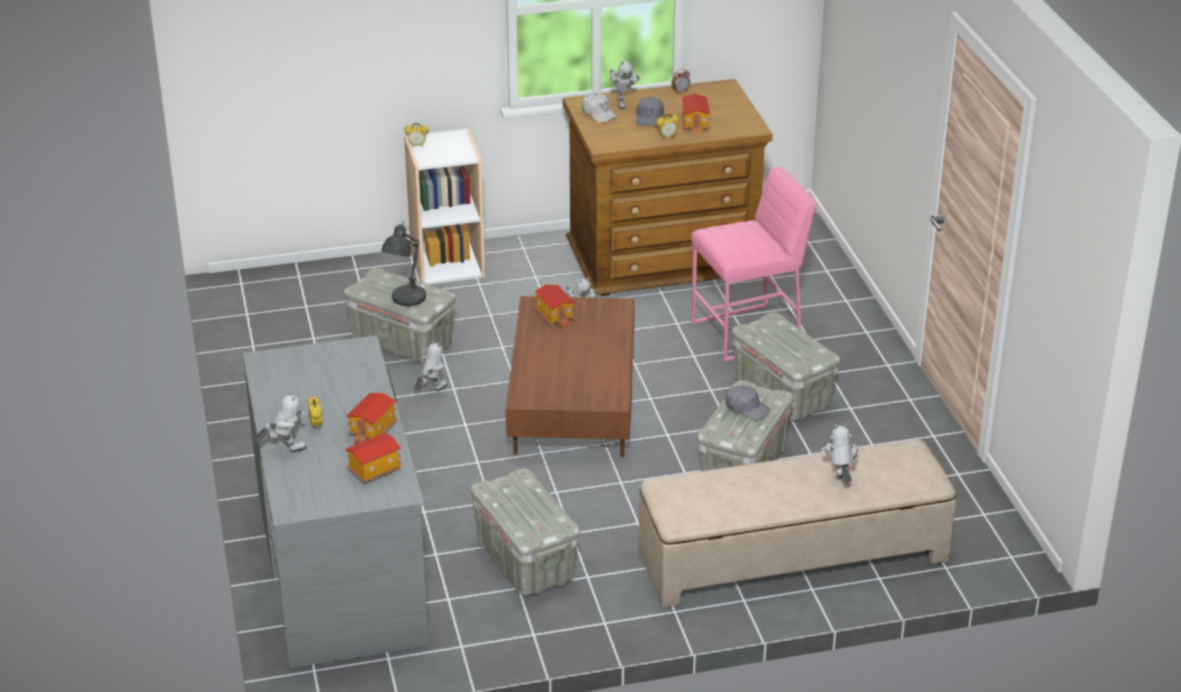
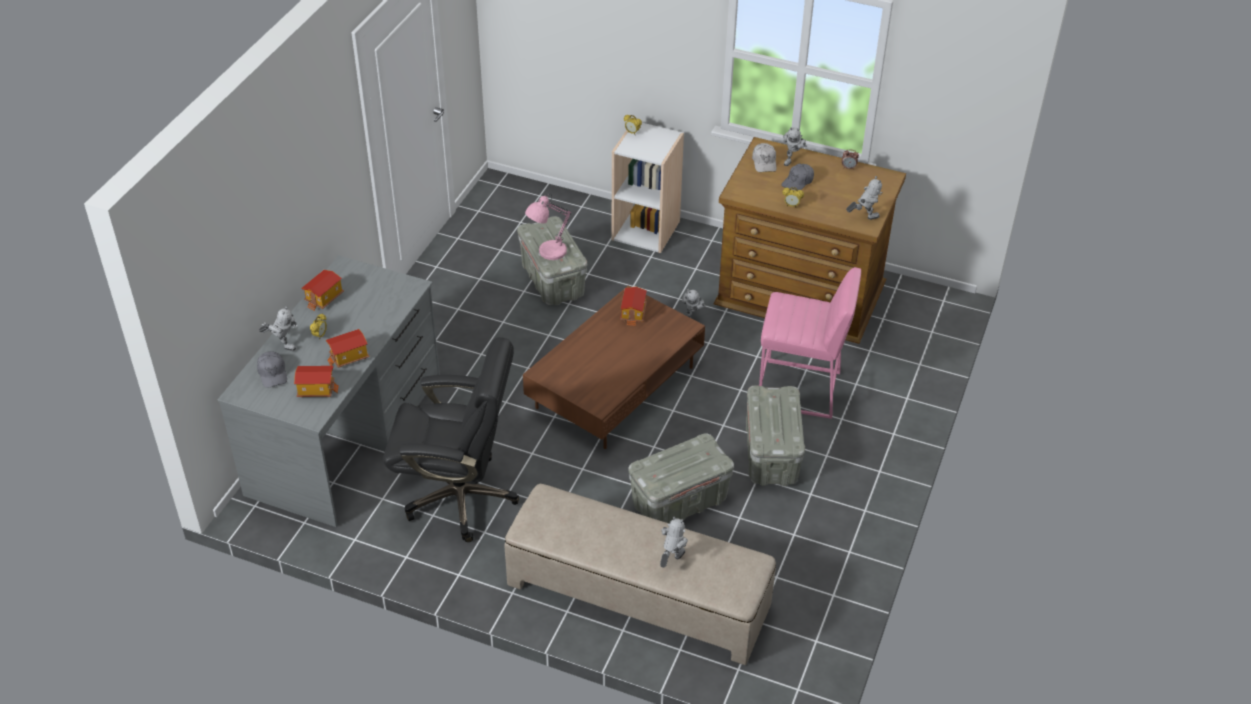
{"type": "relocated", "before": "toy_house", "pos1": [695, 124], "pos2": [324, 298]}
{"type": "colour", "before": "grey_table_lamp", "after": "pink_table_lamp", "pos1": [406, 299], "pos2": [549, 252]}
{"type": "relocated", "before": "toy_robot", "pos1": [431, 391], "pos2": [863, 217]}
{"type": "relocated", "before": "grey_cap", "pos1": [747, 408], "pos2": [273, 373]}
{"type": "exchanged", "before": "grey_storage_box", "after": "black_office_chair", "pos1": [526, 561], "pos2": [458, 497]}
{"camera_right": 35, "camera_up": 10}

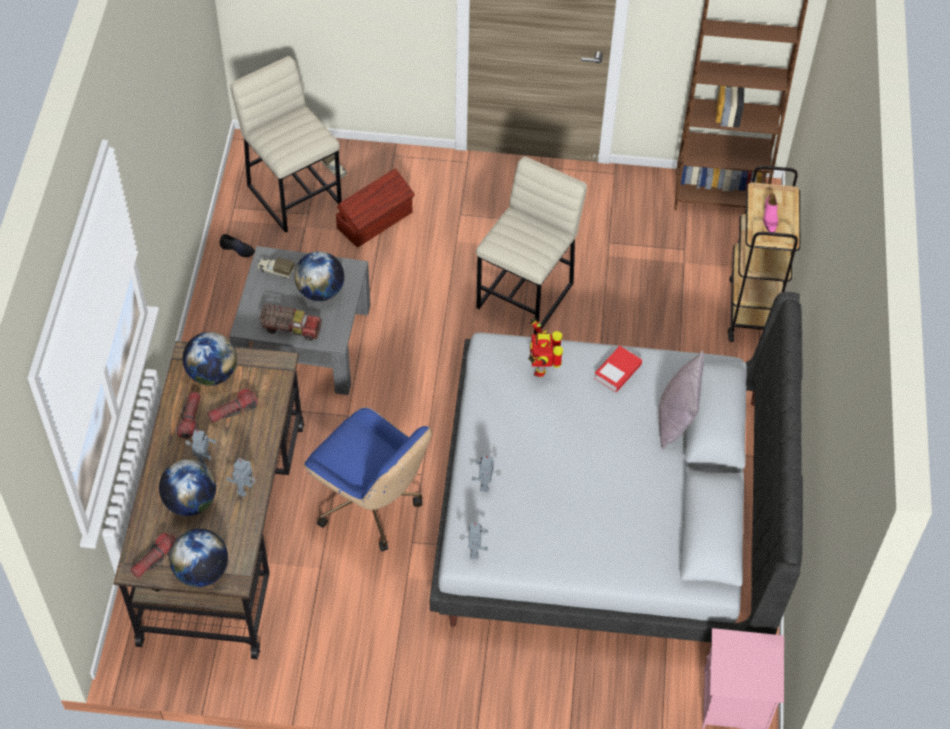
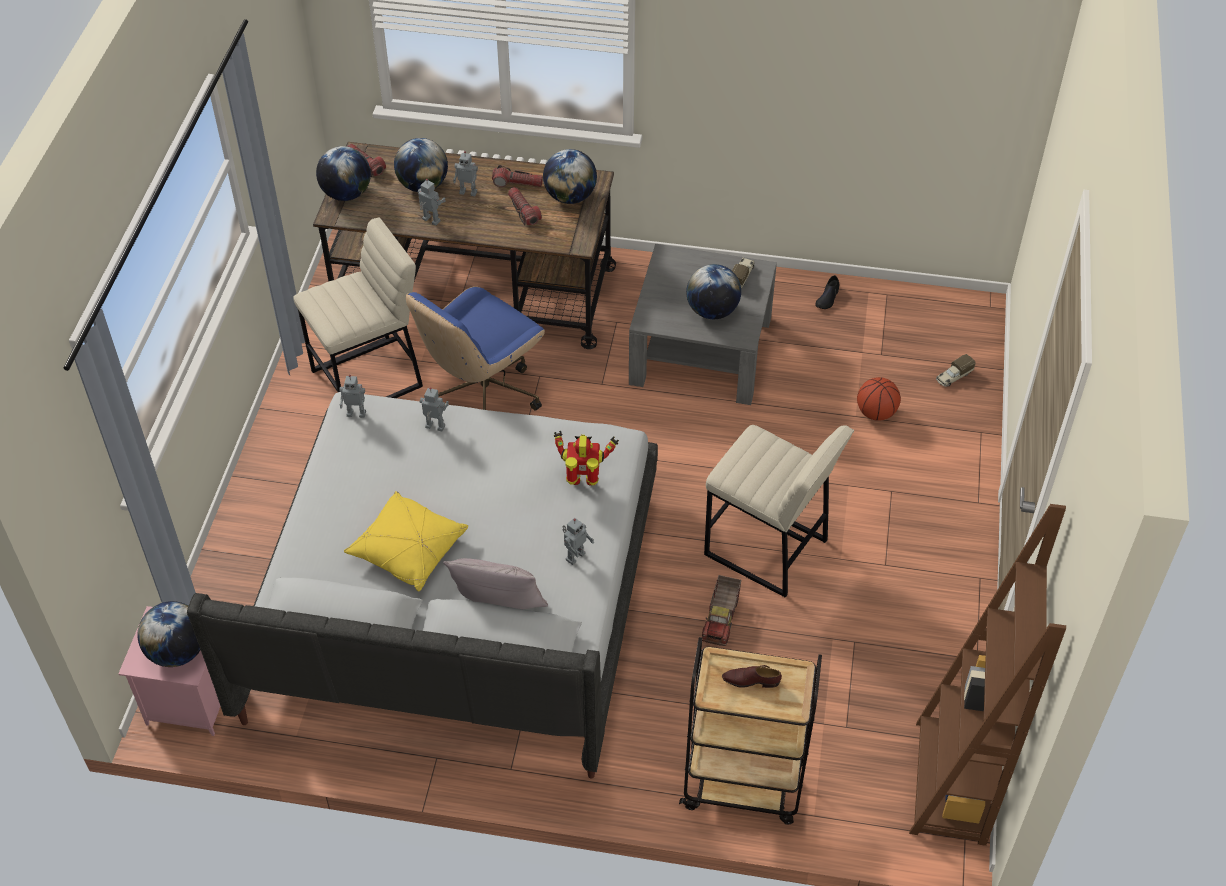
{"type": "relocated", "before": "beige_chair", "pos1": [293, 193], "pos2": [369, 377]}
{"type": "exchanged", "before": "brown_storage_box", "after": "basketball", "pos1": [376, 220], "pos2": [875, 413]}
{"type": "colour", "before": "pink_shoe", "after": "brown_shoe", "pos1": [769, 218], "pos2": [751, 680]}
{"type": "relocated", "before": "toy_truck", "pos1": [291, 328], "pos2": [721, 618]}
{"type": "exchanged", "before": "book", "after": "toy_robot", "pos1": [617, 371], "pos2": [574, 556]}
{"type": "appeared", "after": "yellow_pillow", "pos2": [408, 550]}
{"type": "appeared", "after": "globe", "pos2": [178, 652]}
{"camera_right": 95, "camera_up": -5}

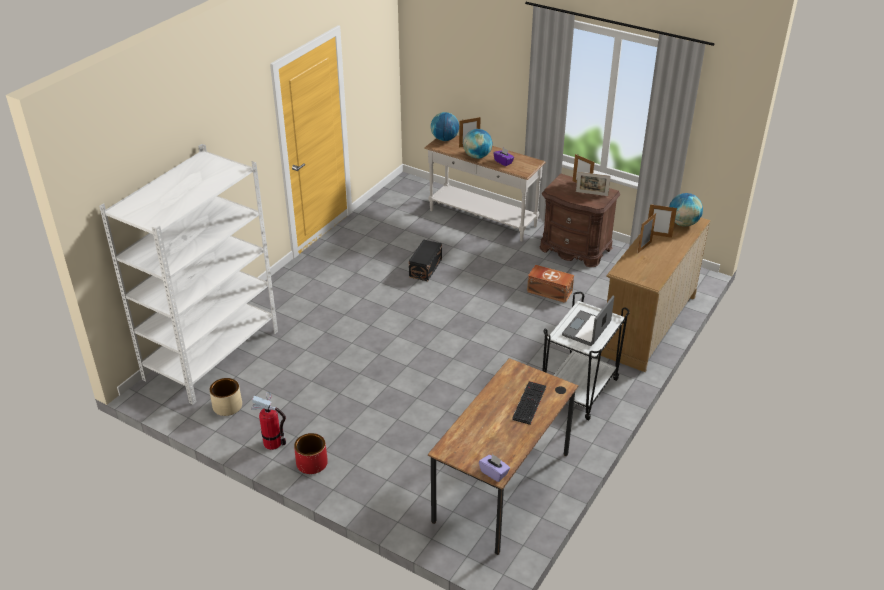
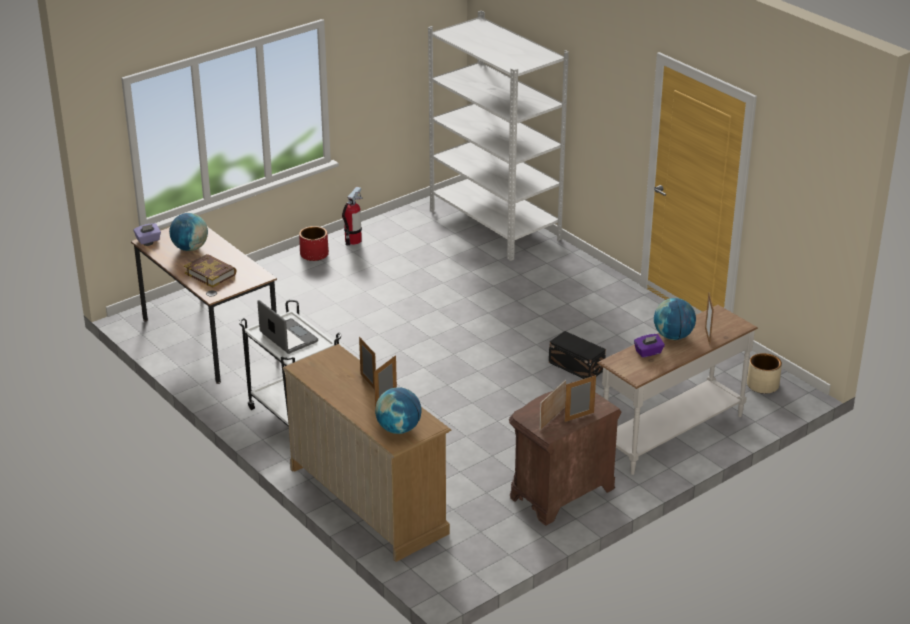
{"type": "relocated", "before": "globe", "pos1": [444, 139], "pos2": [190, 248]}
{"type": "missing", "before": "brown_storage_box", "pos1": [549, 291]}
{"type": "relocated", "before": "beige_planter", "pos1": [227, 406], "pos2": [762, 385]}
{"type": "exchanged", "before": "keyboard", "after": "book", "pos1": [528, 402], "pos2": [210, 273]}
{"camera_right": 110, "camera_up": -5}

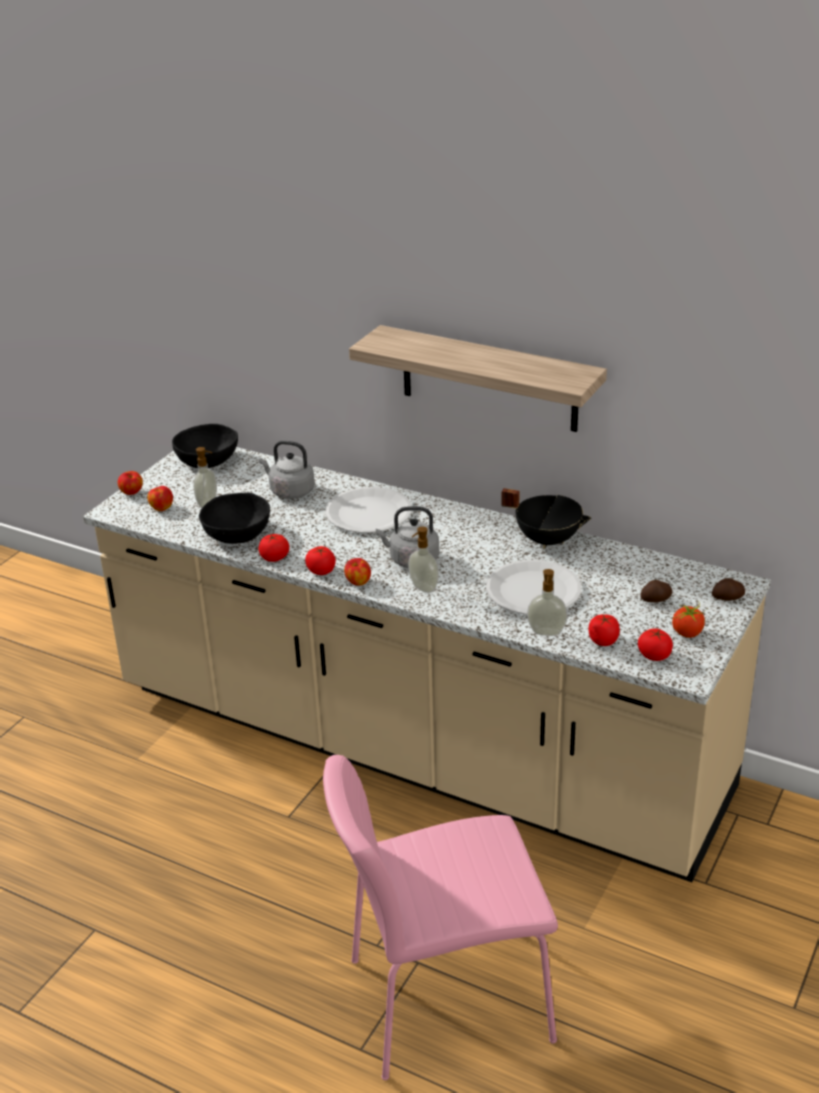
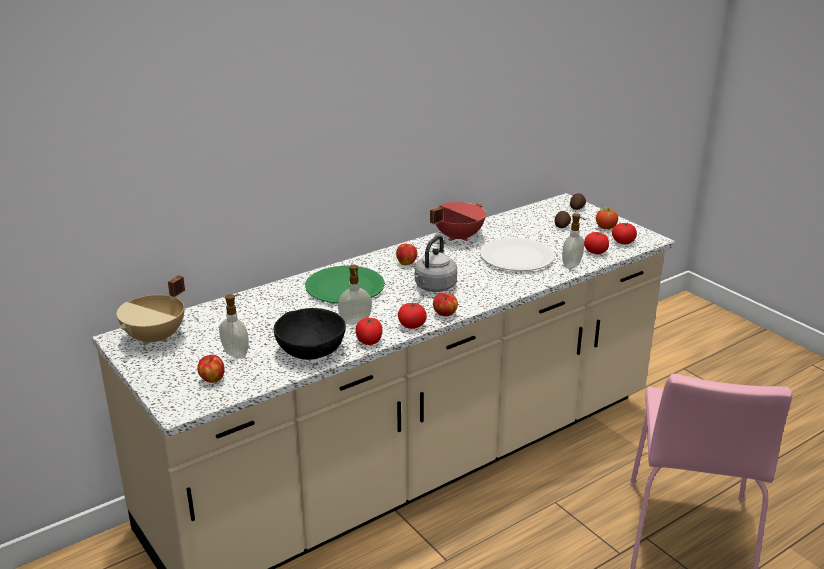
{"type": "missing", "before": "shelf", "pos1": [489, 379]}
{"type": "exchanged", "before": "black_bowl", "after": "beige_cooking_pot", "pos1": [208, 461], "pos2": [156, 338]}
{"type": "missing", "before": "grey_kettle", "pos1": [290, 491]}
{"type": "relocated", "before": "apple", "pos1": [132, 493], "pos2": [406, 263]}
{"type": "colour", "before": "white_plate", "after": "green_plate", "pos1": [369, 513], "pos2": [345, 287]}
{"type": "colour", "before": "black_cooking_pot", "after": "red_cooking_pot", "pos1": [548, 539], "pos2": [457, 237]}
{"type": "relocated", "before": "soap_dispenser", "pos1": [423, 588], "pos2": [355, 322]}
{"camera_right": -65, "camera_up": -5}

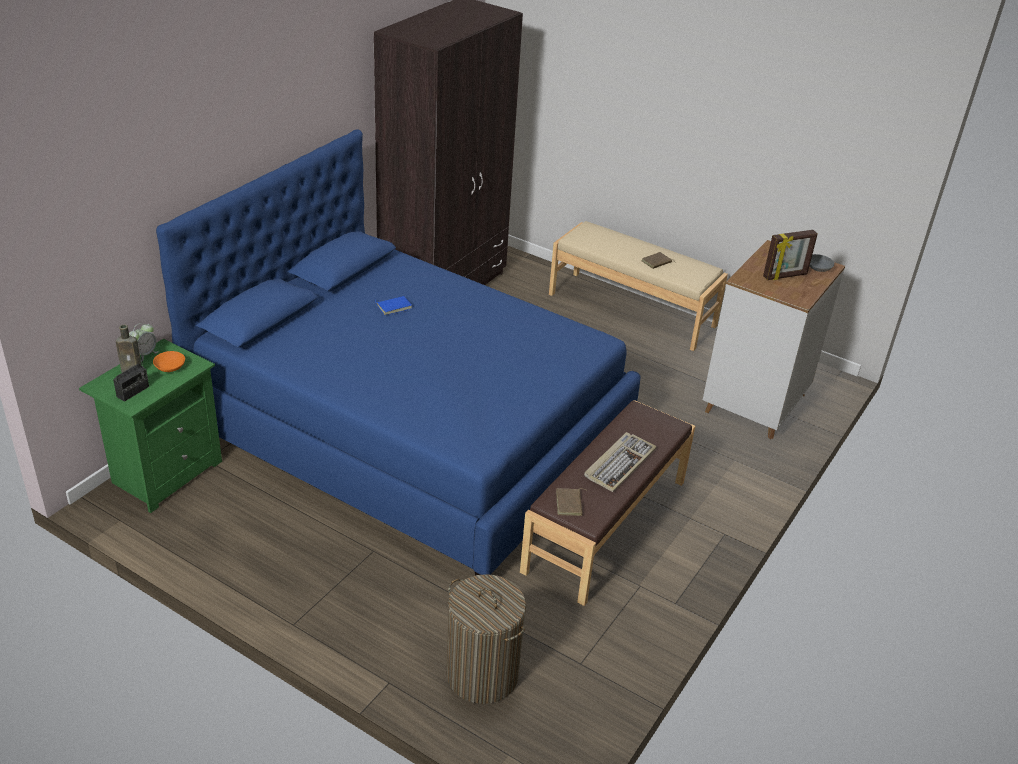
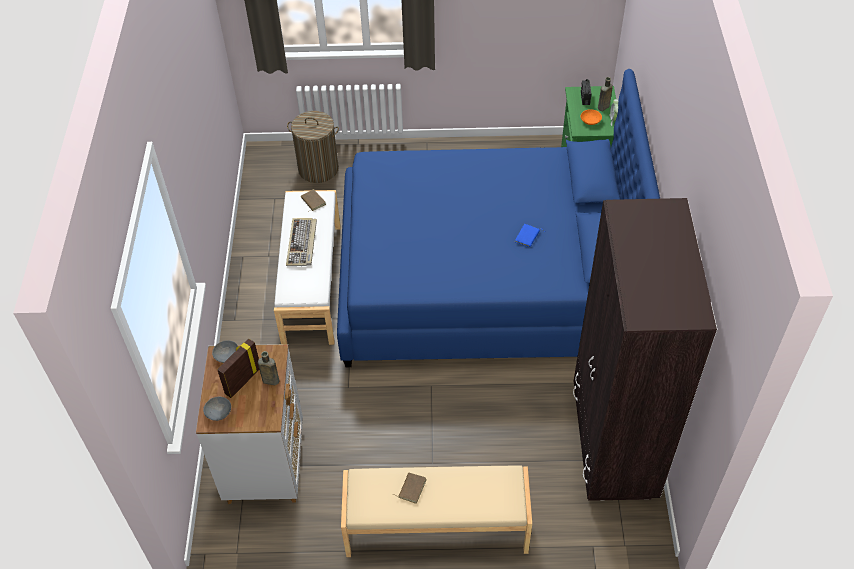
{"type": "colour", "before": "brown_bench", "after": "white_bench", "pos1": [604, 525], "pos2": [313, 283]}
{"type": "appeared", "after": "grey_bowl", "pos2": [227, 354]}
{"type": "appeared", "after": "brown_bottle", "pos2": [269, 380]}
{"camera_right": 150, "camera_up": 15}

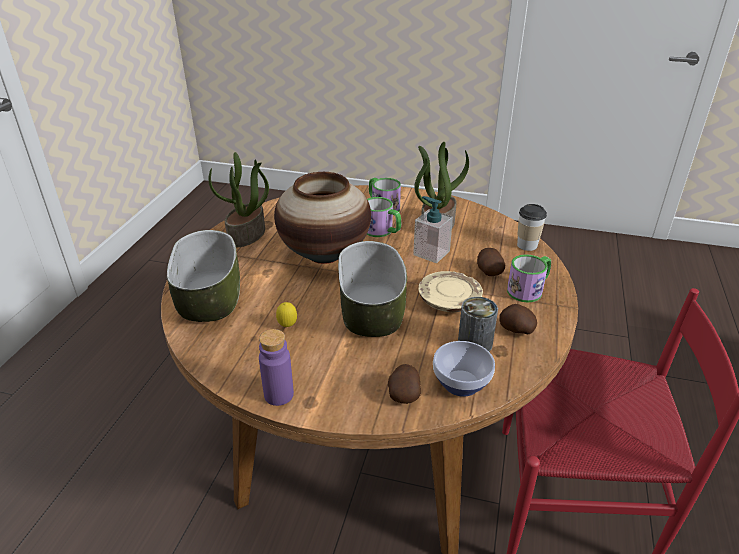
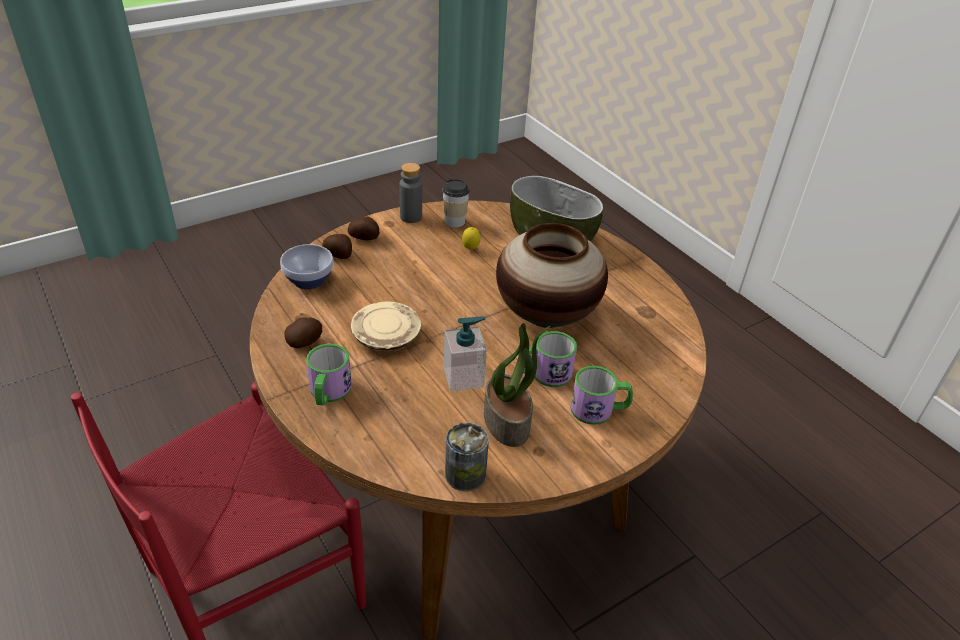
{"type": "missing", "before": "potted_plant", "pos1": [247, 235]}
{"type": "relocated", "before": "cup", "pos1": [527, 245], "pos2": [455, 222]}
{"type": "missing", "before": "bowl", "pos1": [370, 312]}
{"type": "relocated", "before": "potato", "pos1": [488, 271], "pos2": [364, 238]}
{"type": "relocated", "before": "can", "pos1": [475, 343], "pos2": [465, 474]}
{"type": "colour", "before": "purple_bottle", "after": "grey_bottle", "pos1": [278, 395], "pos2": [411, 217]}
{"camera_right": 130, "camera_up": 5}

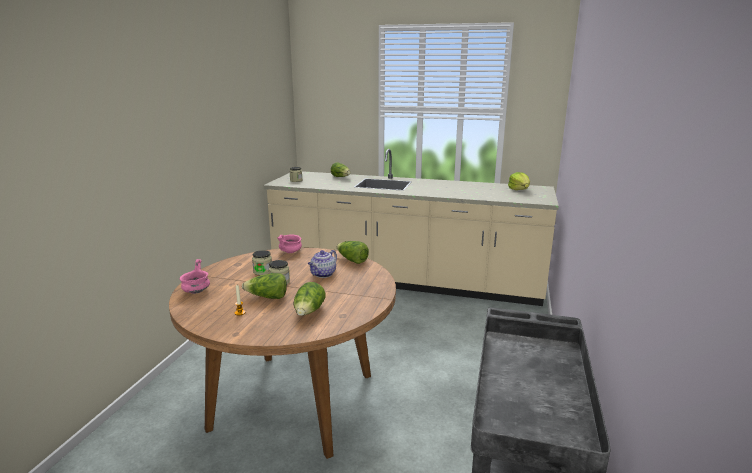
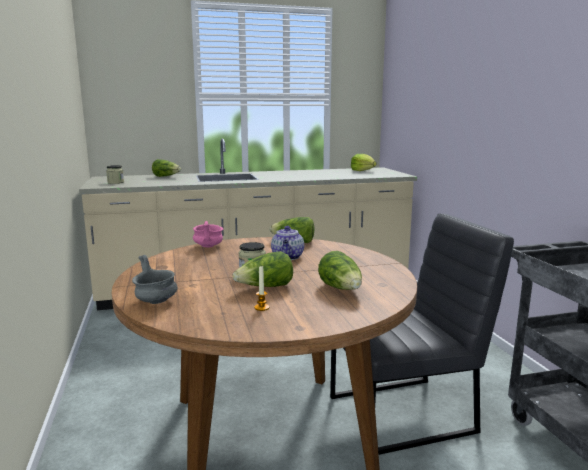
{"type": "missing", "before": "jar", "pos1": [263, 271]}
{"type": "colour", "before": "pink_bowl", "after": "grey_bowl", "pos1": [196, 291], "pos2": [155, 301]}
{"type": "appeared", "after": "grey_chair", "pos2": [405, 413]}
{"camera_right": -30, "camera_up": -5}

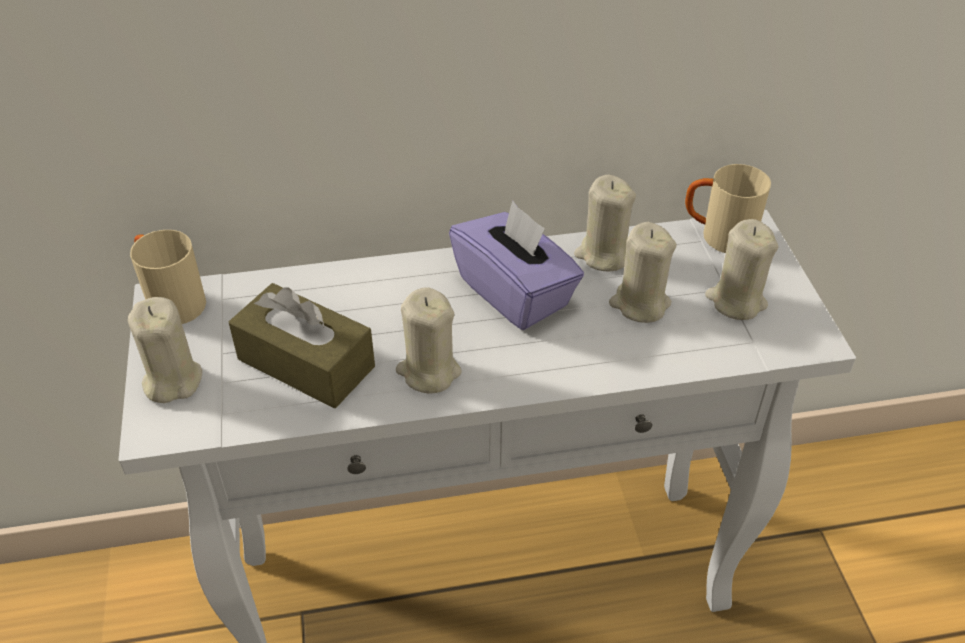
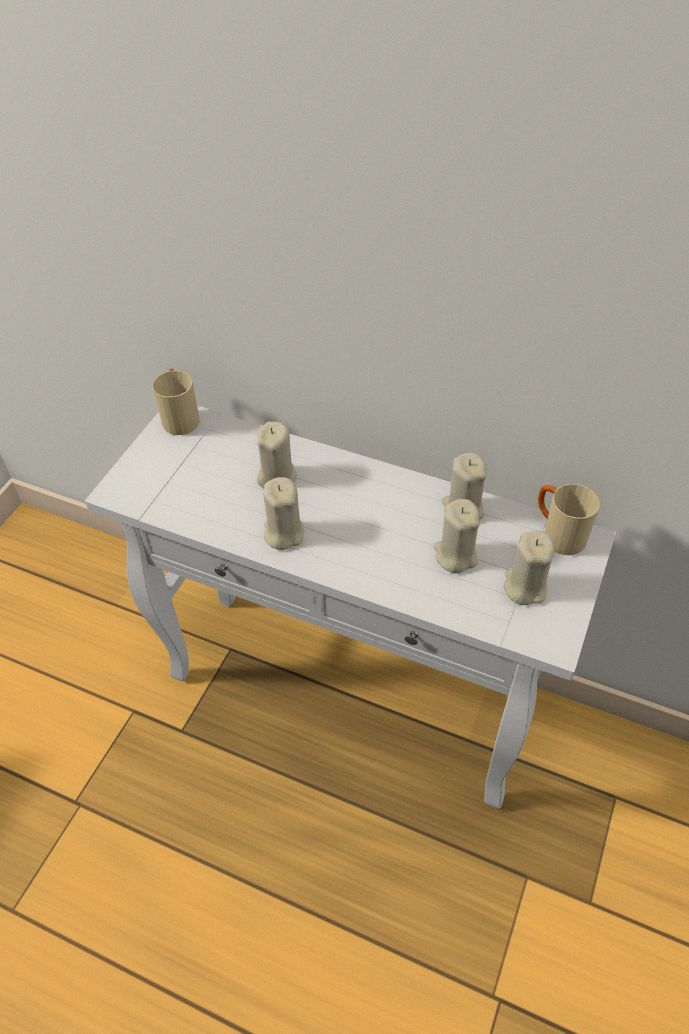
{"type": "missing", "before": "purple_tissue_box", "pos1": [515, 292]}
{"type": "missing", "before": "brown_tissue_box", "pos1": [306, 363]}
{"type": "relocated", "before": "beige_candle", "pos1": [172, 380], "pos2": [277, 476]}
{"camera_right": 35, "camera_up": 5}

